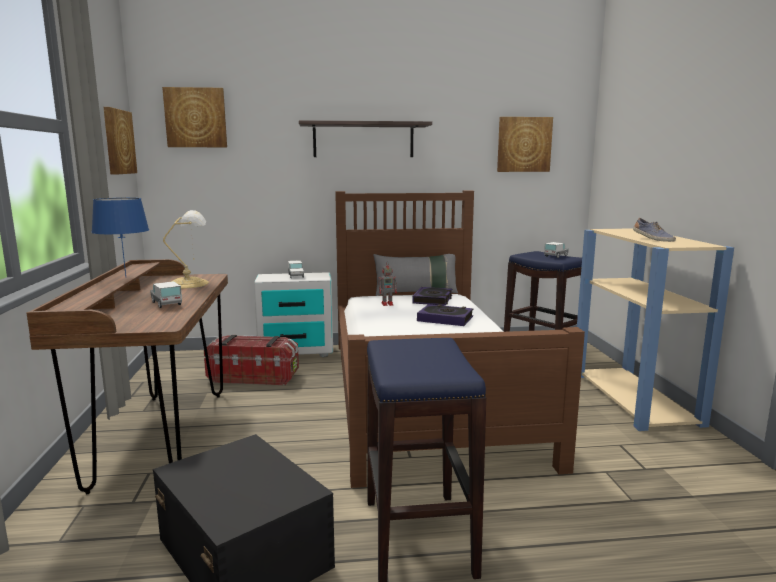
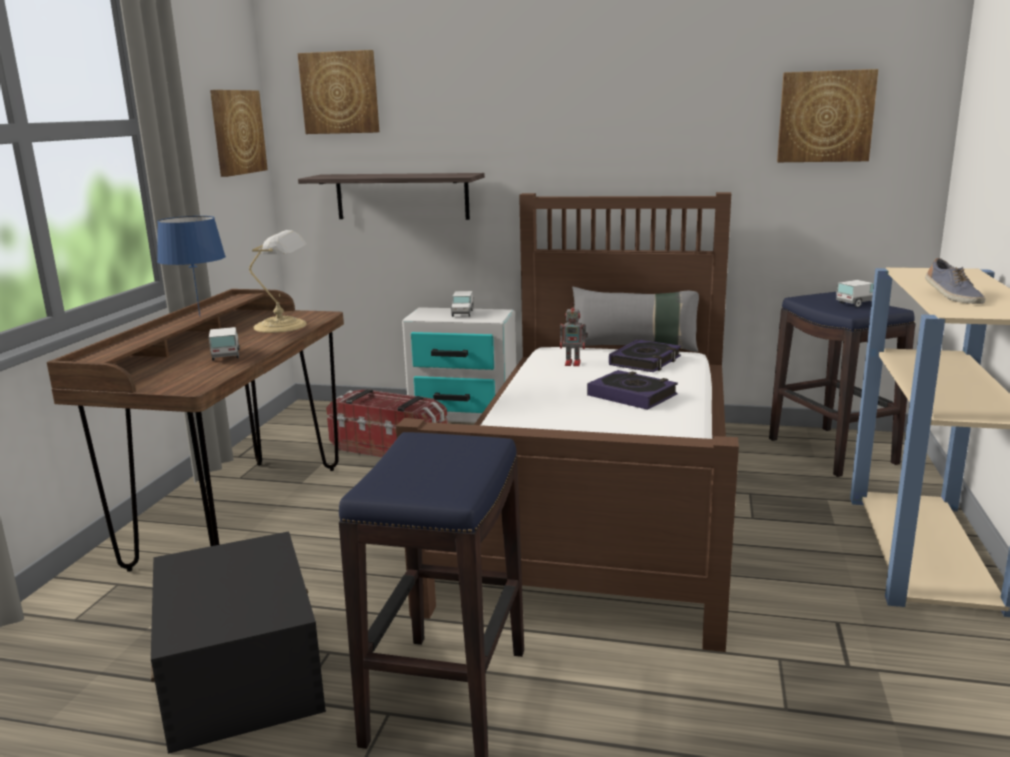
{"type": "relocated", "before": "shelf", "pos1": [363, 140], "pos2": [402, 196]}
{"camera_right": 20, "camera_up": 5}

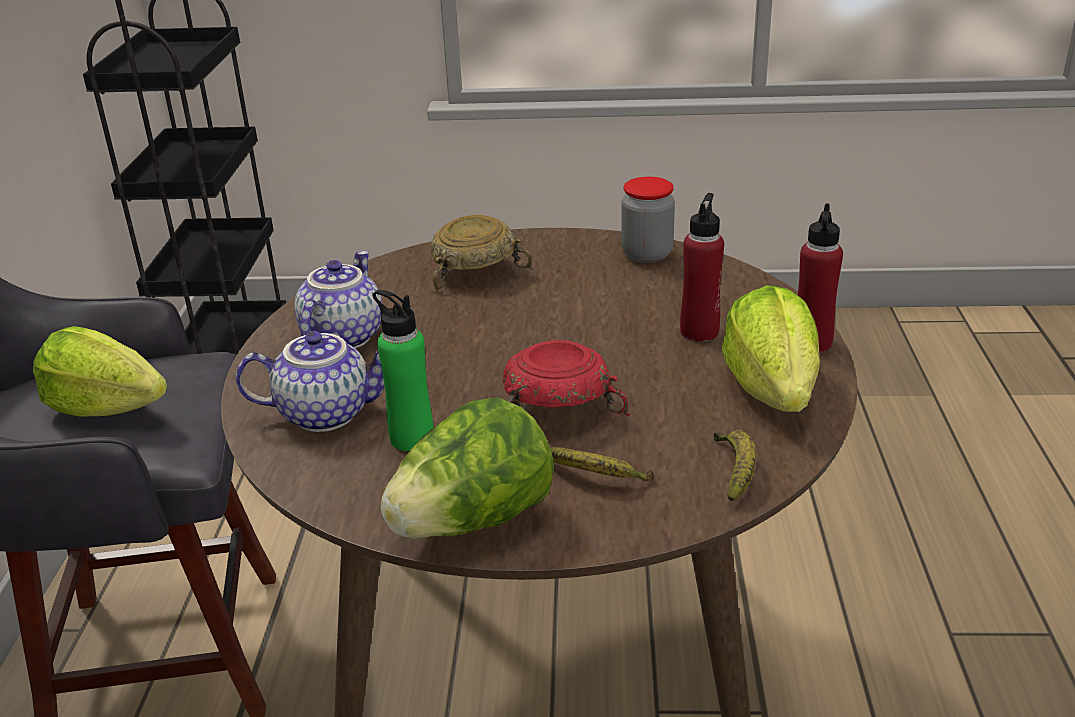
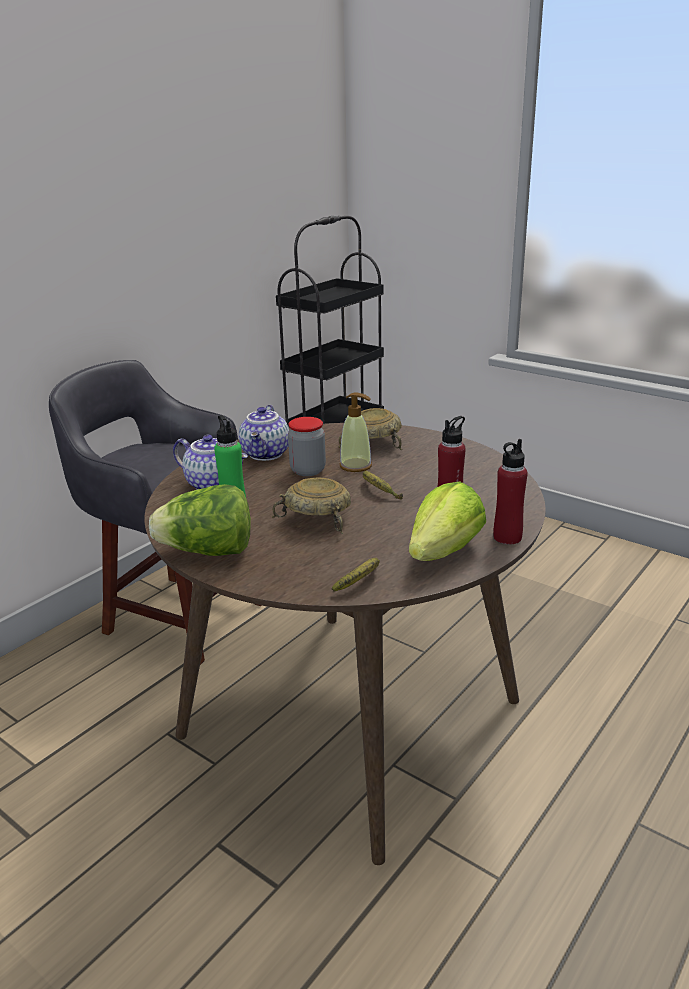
{"type": "relocated", "before": "jar", "pos1": [647, 254], "pos2": [308, 470]}
{"type": "spun", "before": "teapot", "pos1": [341, 337], "pos2": [267, 454], "turn": 135}
{"type": "missing", "before": "lettuce", "pos1": [106, 407]}
{"type": "colour", "before": "red_bowl", "after": "beige_bowl", "pos1": [559, 409], "pos2": [318, 520]}
{"type": "relocated", "before": "banana", "pos1": [596, 478], "pos2": [378, 491]}
{"type": "appeared", "after": "soap_dispenser", "pos2": [356, 466]}
{"camera_right": 35, "camera_up": -5}

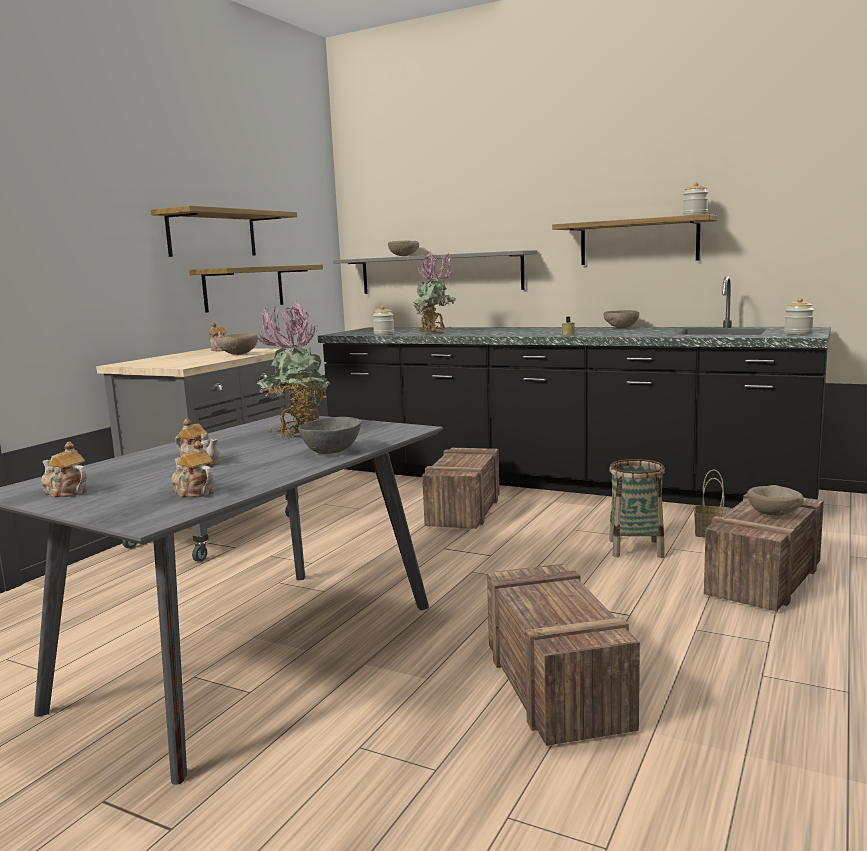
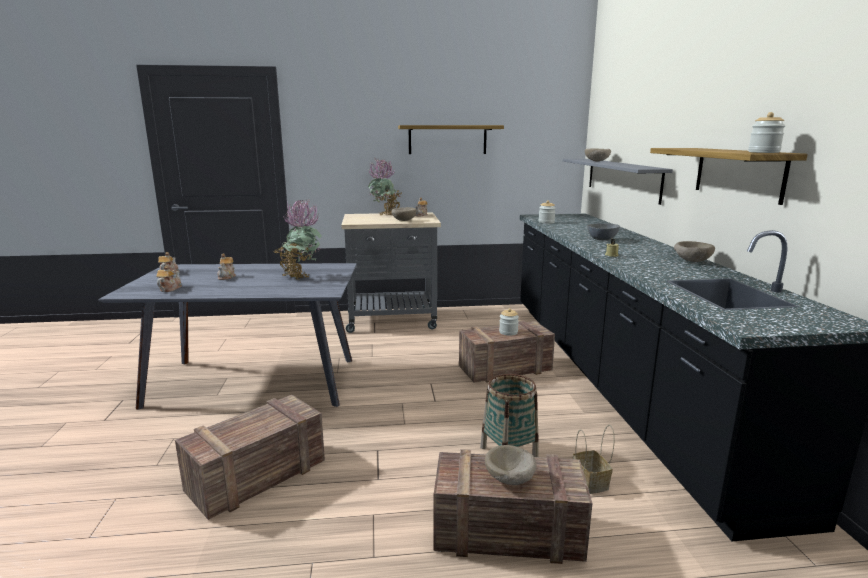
{"type": "relocated", "before": "potted_plant", "pos1": [436, 333], "pos2": [386, 216]}
{"type": "missing", "before": "shelf", "pos1": [244, 288]}
{"type": "relocated", "before": "jar", "pos1": [798, 333], "pos2": [508, 332]}
{"type": "relocated", "before": "grey_bowl", "pos1": [333, 451], "pos2": [603, 239]}
{"camera_right": 55, "camera_up": 5}

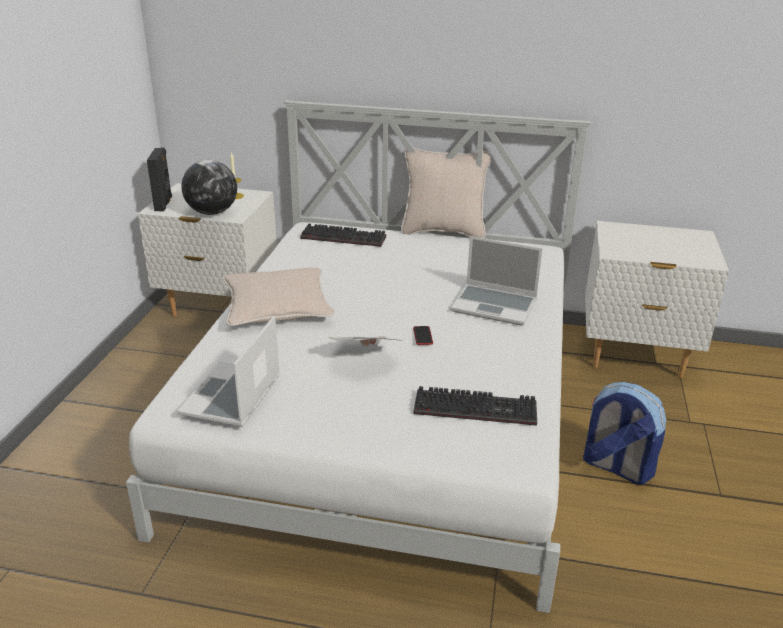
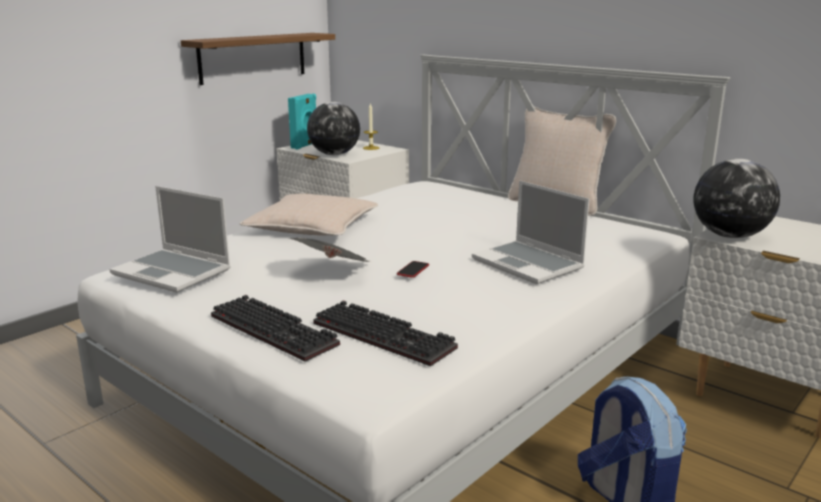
{"type": "colour", "before": "black_speaker", "after": "turquoise_speaker", "pos1": [164, 204], "pos2": [305, 145]}
{"type": "relocated", "before": "keyboard", "pos1": [345, 237], "pos2": [277, 330]}
{"type": "spun", "before": "laptop", "pos1": [232, 397], "pos2": [174, 272], "turn": -105}
{"type": "appeared", "after": "shelf", "pos2": [253, 57]}
{"type": "appeared", "after": "globe", "pos2": [729, 236]}
{"camera_right": 30, "camera_up": -10}

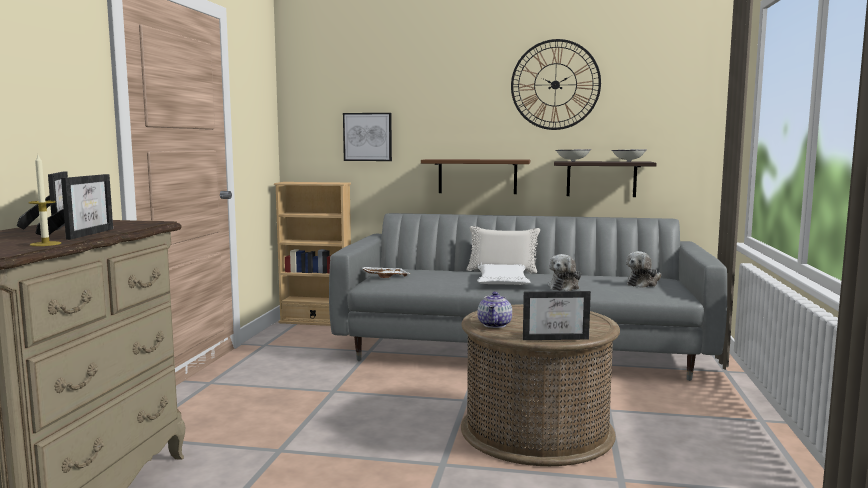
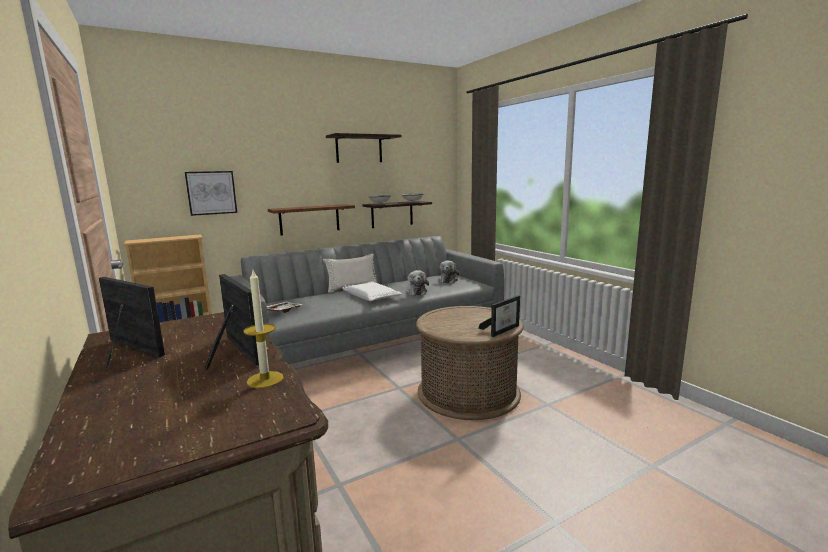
{"type": "exchanged", "before": "wall_clock", "after": "shelf", "pos1": [555, 85], "pos2": [359, 149]}
{"type": "missing", "before": "teapot", "pos1": [495, 324]}
{"camera_right": -40, "camera_up": 5}

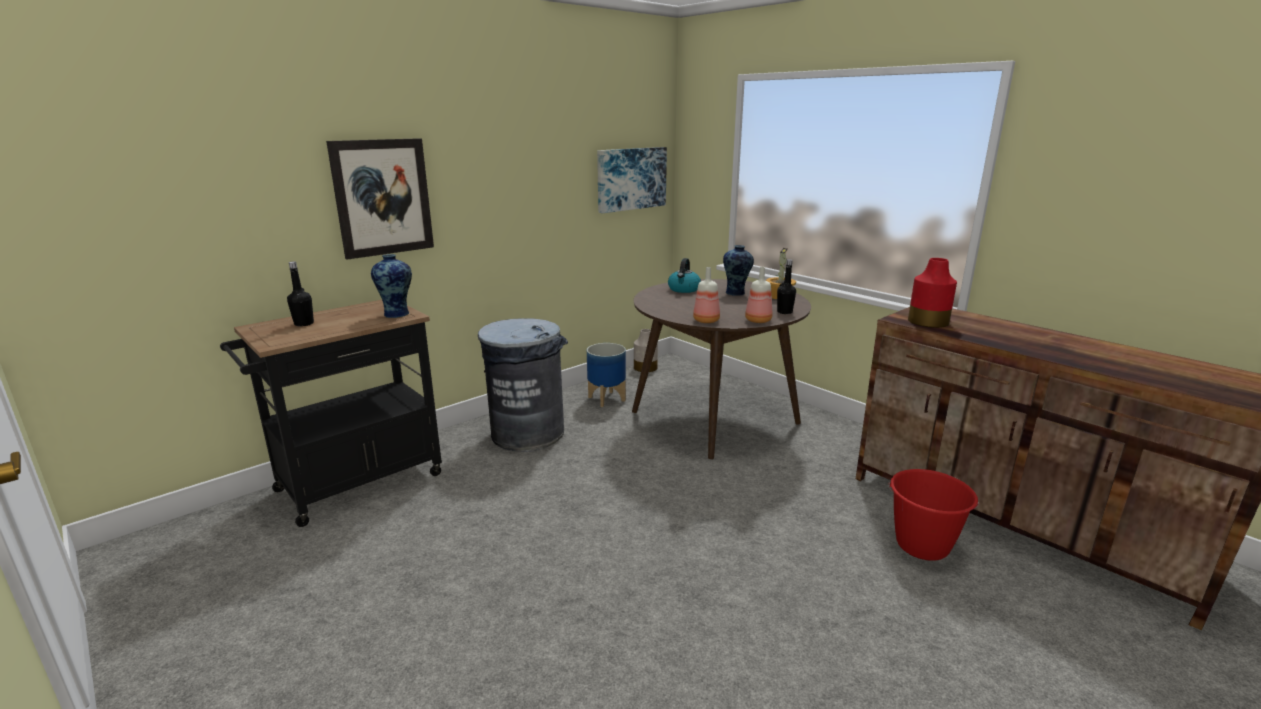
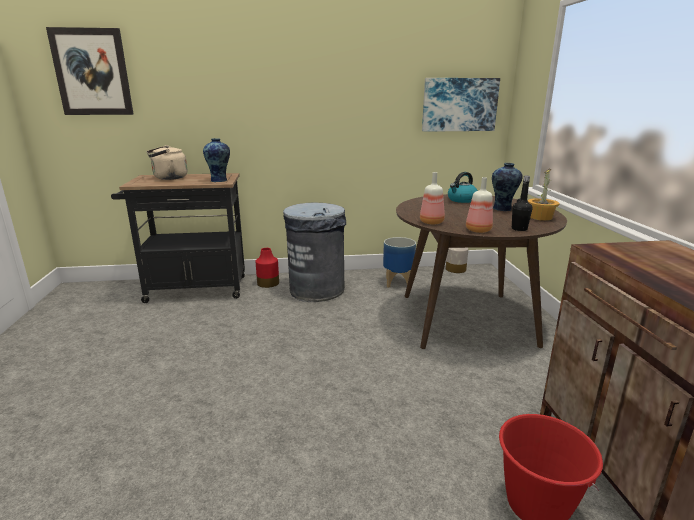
{"type": "relocated", "before": "picture", "pos1": [383, 197], "pos2": [92, 72]}
{"type": "relocated", "before": "red_vase", "pos1": [928, 321], "pos2": [268, 283]}
{"type": "exchanged", "before": "black_bottle", "after": "beige_kettle", "pos1": [304, 324], "pos2": [168, 178]}
{"camera_right": 35, "camera_up": 0}

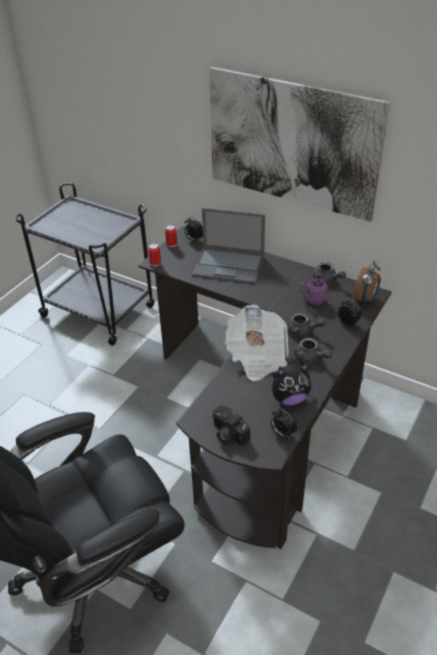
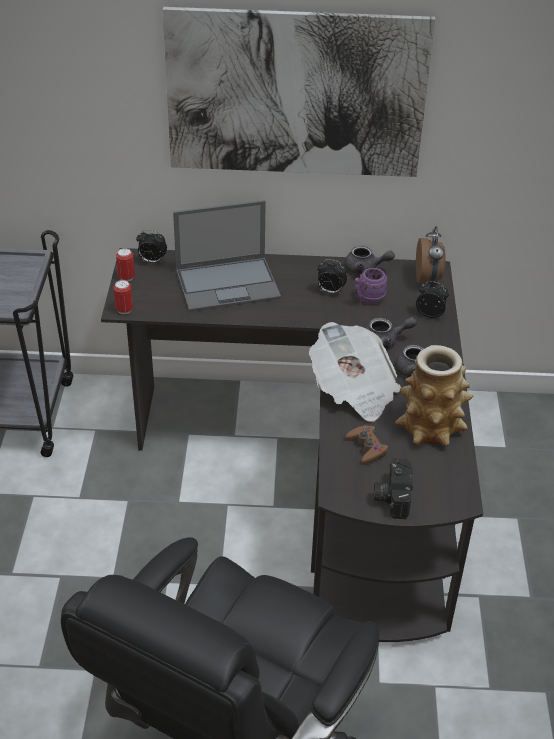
{"type": "exchanged", "before": "plush_toy", "after": "vase", "pos1": [289, 398], "pos2": [430, 427]}
{"type": "spun", "before": "photo_camera", "pos1": [227, 434], "pos2": [391, 496], "turn": 75}
{"type": "relocated", "before": "alarm_clock", "pos1": [282, 433], "pos2": [330, 291]}
{"type": "appeared", "after": "brown_game_controller", "pos2": [366, 448]}
{"camera_right": -30, "camera_up": 0}

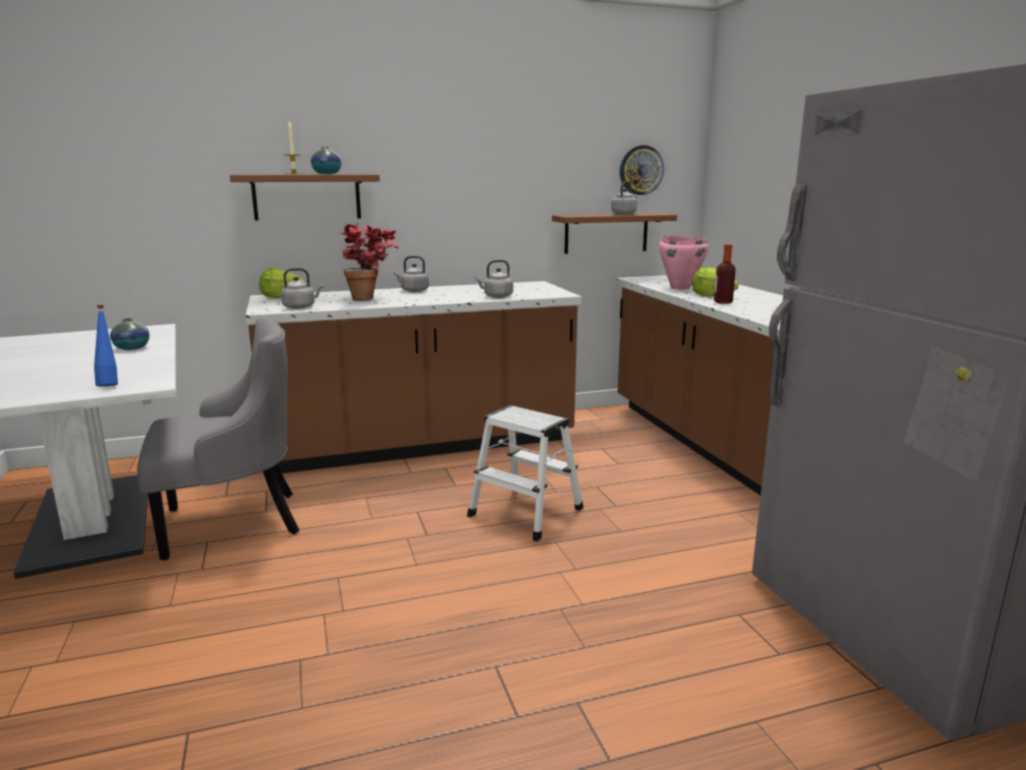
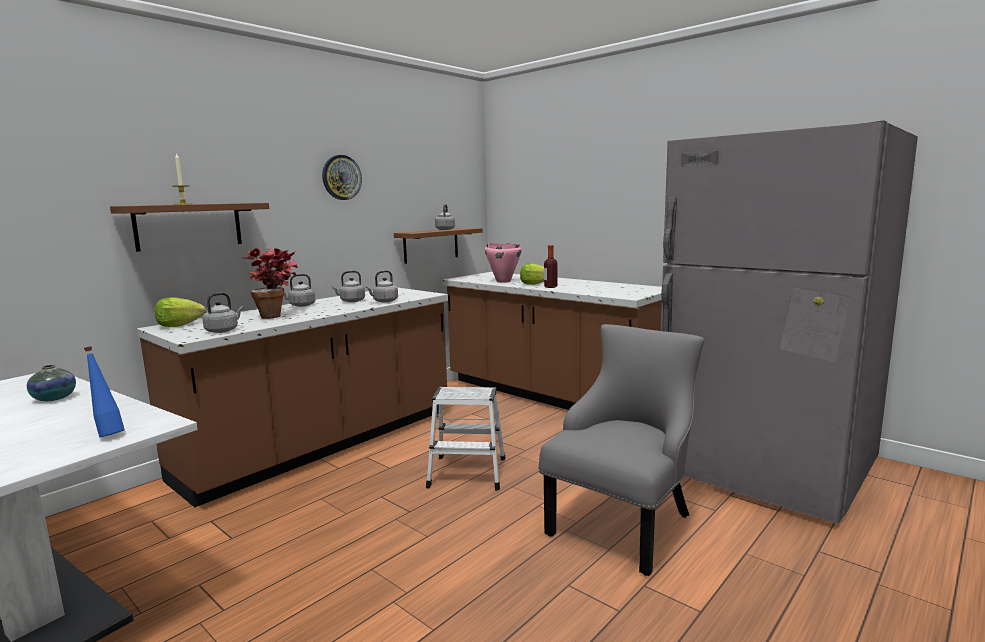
{"type": "relocated", "before": "wall_clock", "pos1": [641, 170], "pos2": [341, 177]}
{"type": "missing", "before": "vase", "pos1": [327, 174]}
{"type": "relocated", "before": "grey_chair", "pos1": [229, 524], "pos2": [621, 528]}
{"type": "appeared", "after": "grey_kettle", "pos2": [351, 301]}
{"camera_right": -30, "camera_up": -5}

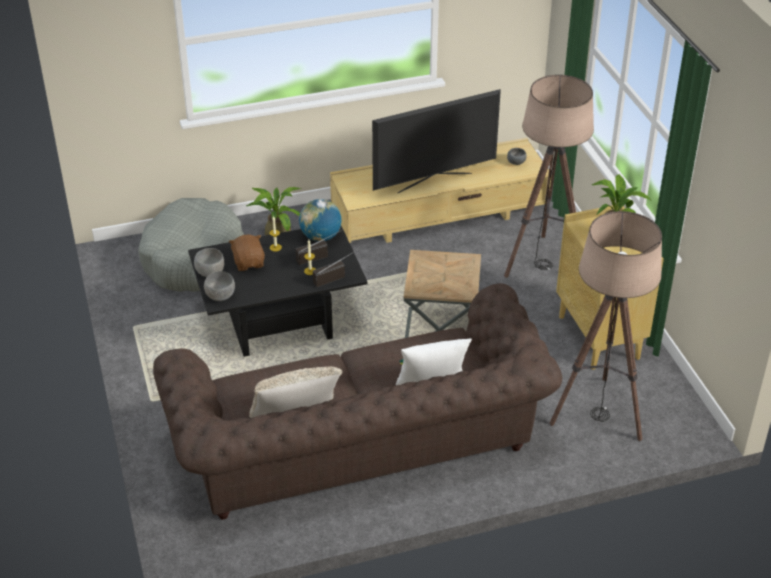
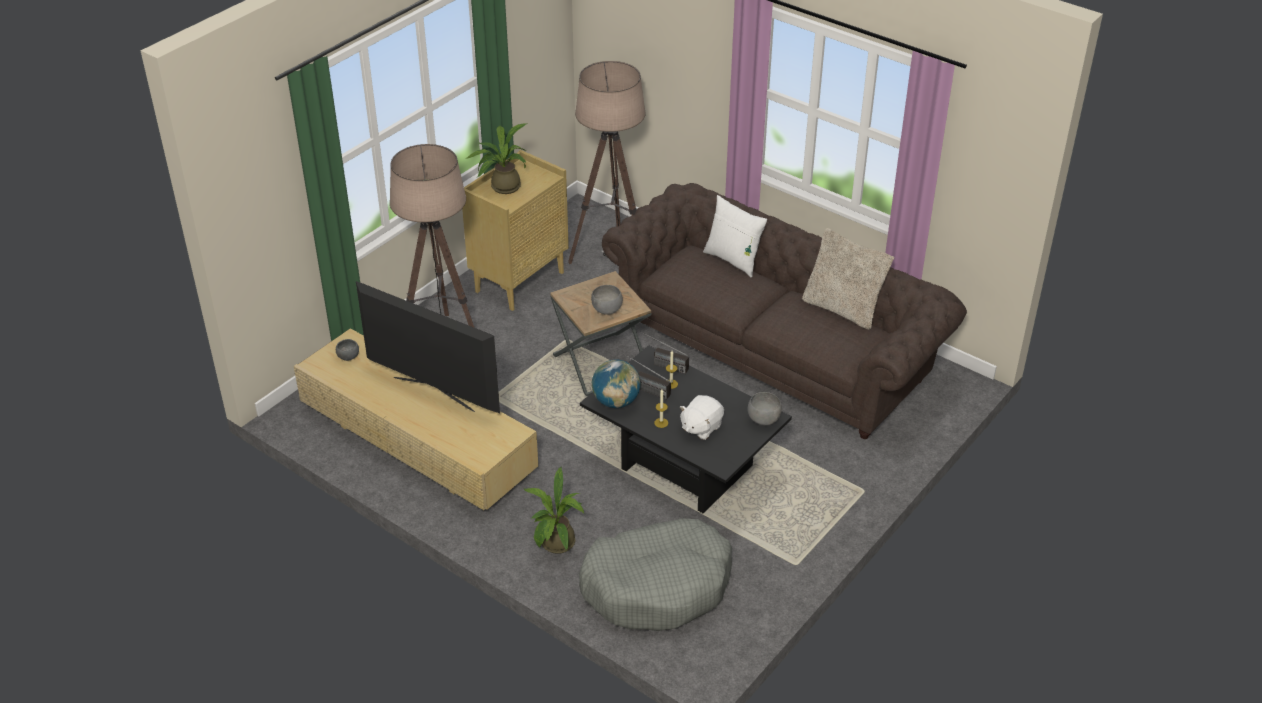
{"type": "colour", "before": "brown_plush_toy", "after": "white_plush_toy", "pos1": [249, 263], "pos2": [701, 427]}
{"type": "relocated", "before": "grey_bowl", "pos1": [210, 272], "pos2": [606, 310]}
{"camera_right": -125, "camera_up": 0}

